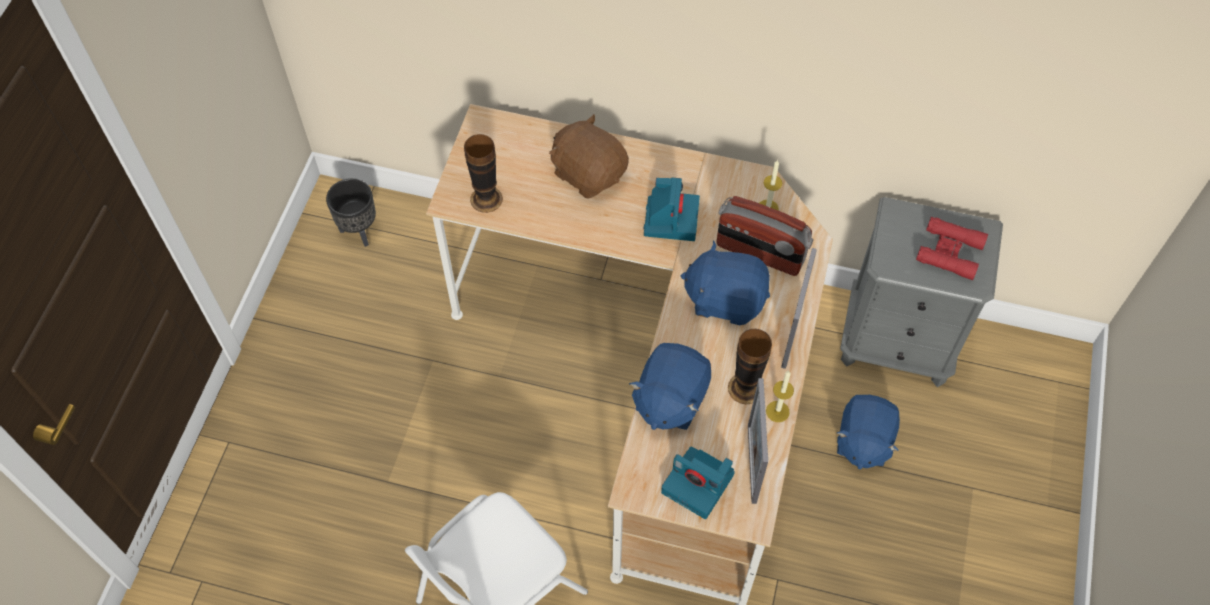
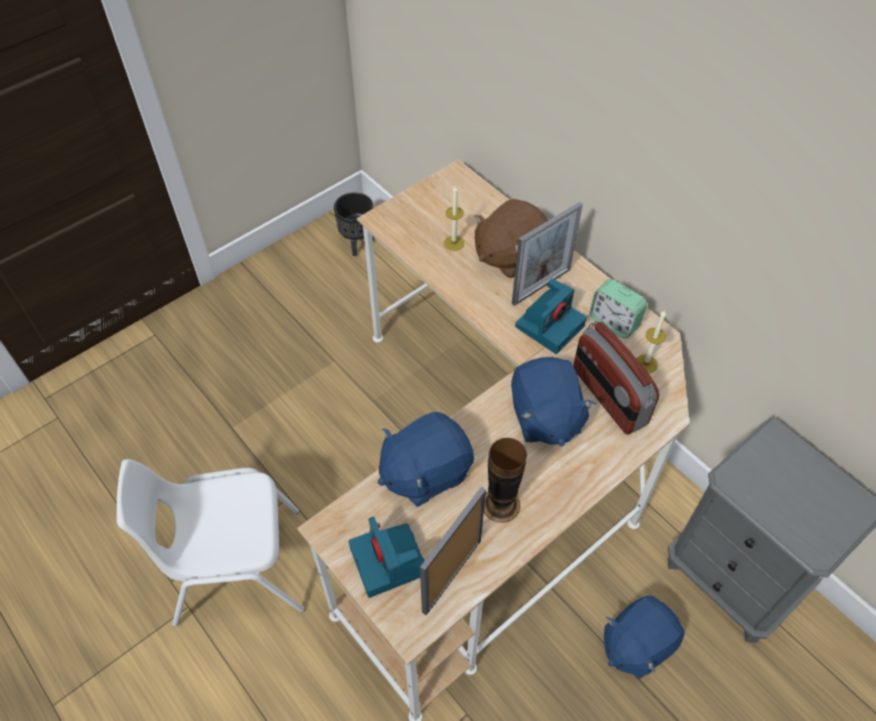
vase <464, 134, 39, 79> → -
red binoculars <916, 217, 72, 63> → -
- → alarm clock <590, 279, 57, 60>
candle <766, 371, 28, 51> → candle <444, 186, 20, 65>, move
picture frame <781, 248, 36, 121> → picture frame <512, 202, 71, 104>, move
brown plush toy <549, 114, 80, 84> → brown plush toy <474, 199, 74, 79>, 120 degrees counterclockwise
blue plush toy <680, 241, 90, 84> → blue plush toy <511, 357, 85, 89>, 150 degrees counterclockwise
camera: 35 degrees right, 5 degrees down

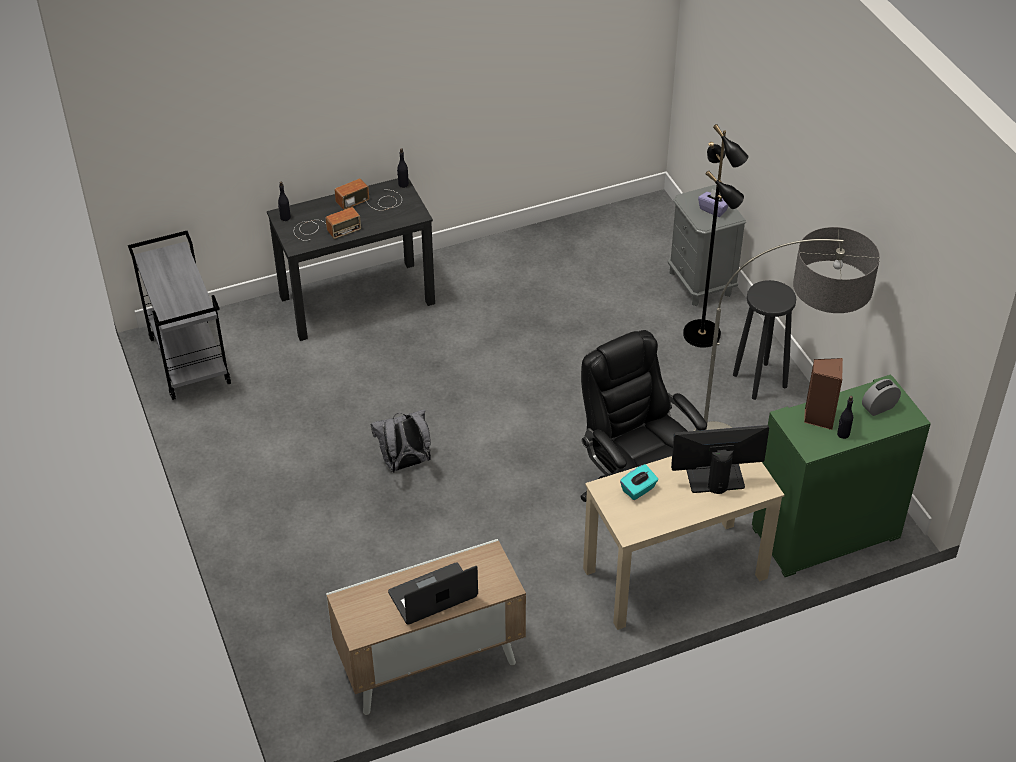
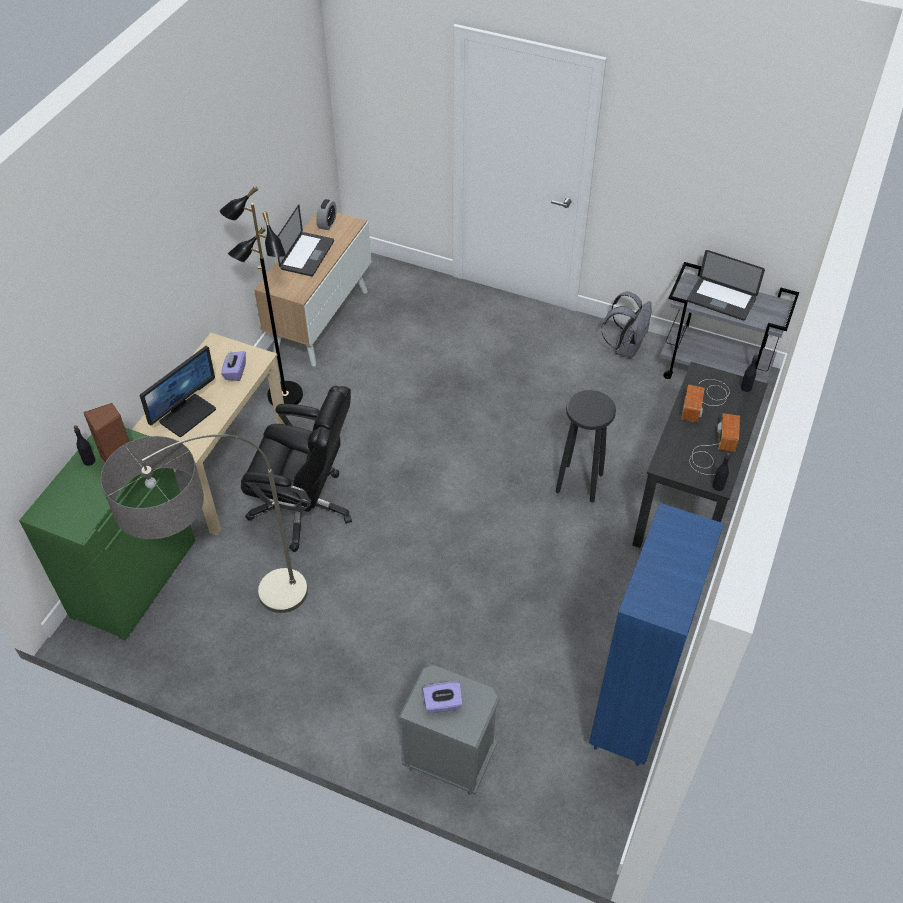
- → blue bookcase <589, 503, 135, 263>
- → laptop <687, 250, 78, 70>
grey backpack <371, 409, 60, 63> → grey backpack <601, 291, 51, 68>, move
black floor lamp <683, 124, 65, 224> → black floor lamp <220, 186, 83, 220>, move
black stool <733, 280, 63, 120> → black stool <556, 390, 60, 113>, move
alarm clock <862, 379, 39, 37> → alarm clock <316, 199, 20, 31>, move
turquoise tissue box <620, 464, 38, 36> → purple tissue box <221, 351, 25, 30>
camera: 135 degrees right, 5 degrees up

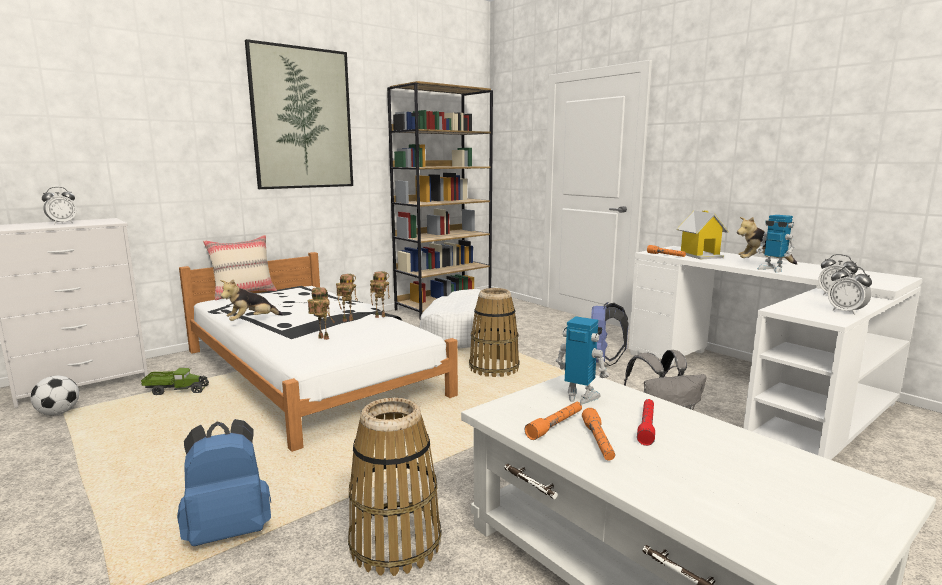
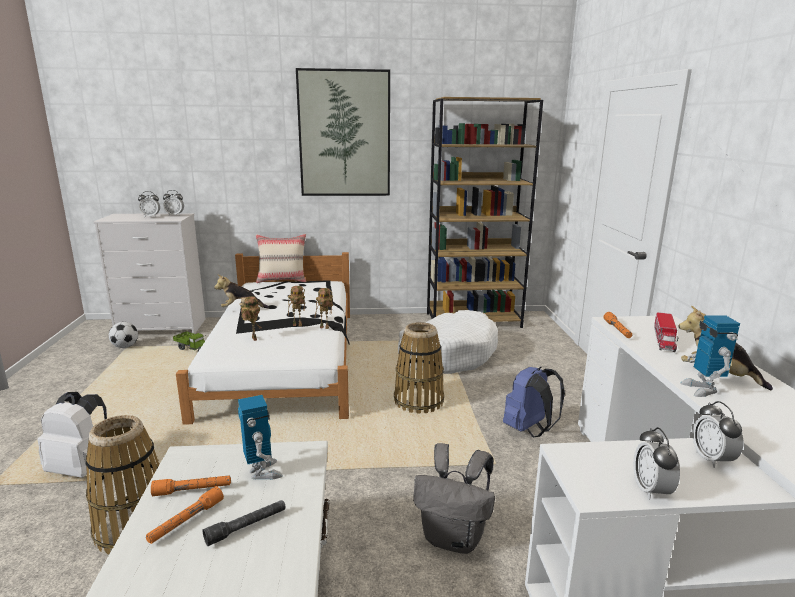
- → alarm clock <163, 190, 21, 26>
toy house <677, 211, 52, 48> → toy truck <654, 312, 25, 40>
blue backpack <177, 419, 94, 127> → white backpack <37, 392, 70, 86>
red flashlight <637, 399, 18, 47> → grey flashlight <203, 500, 83, 46>
camera: 35 degrees right, 5 degrees up

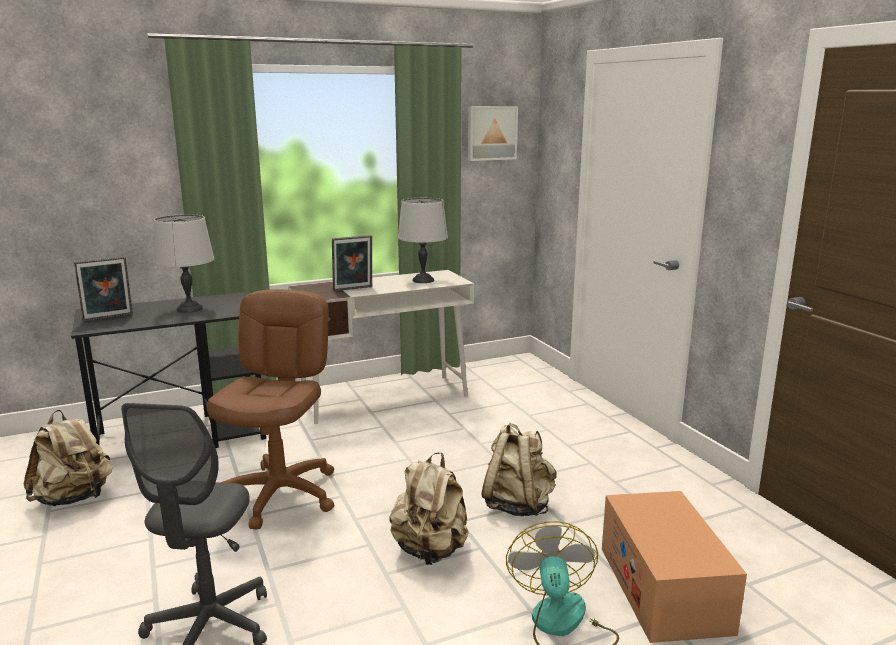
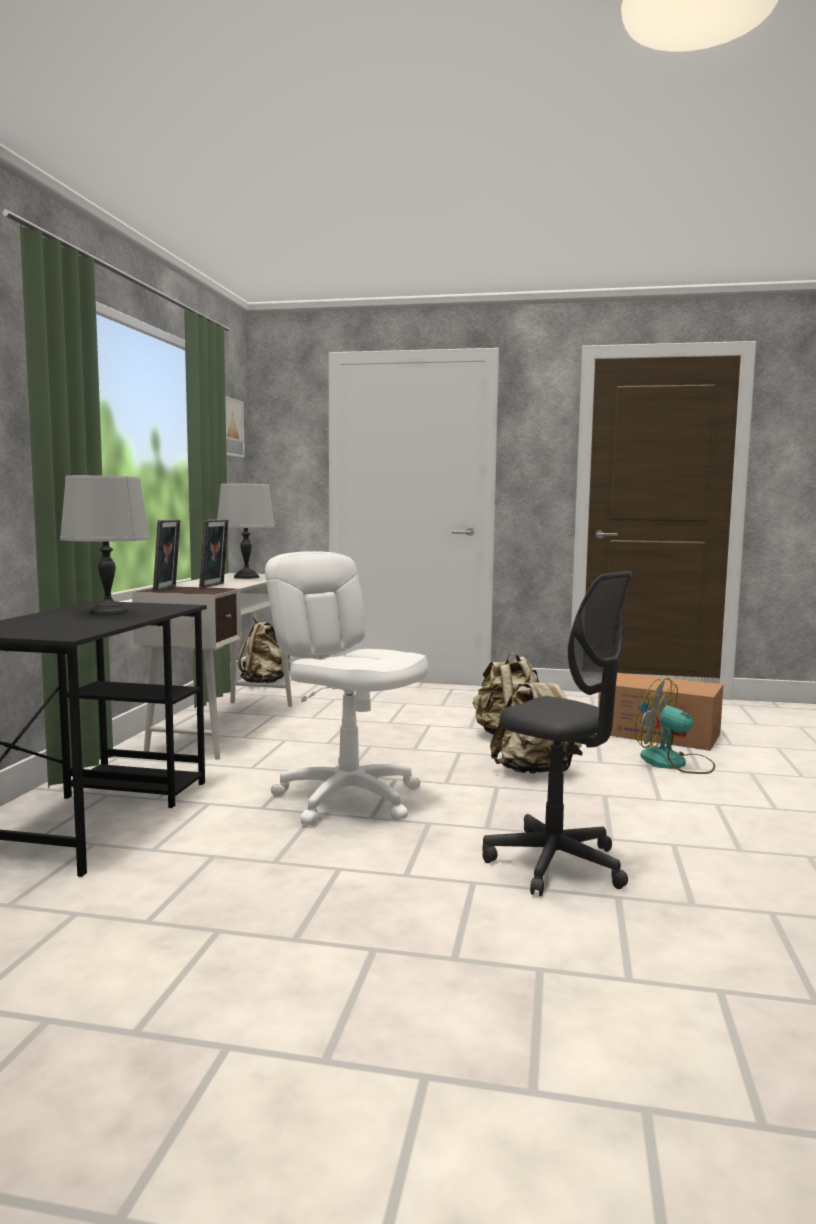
beige backpack <24, 410, 89, 96> → beige backpack <238, 615, 52, 68>, move
picture frame <74, 256, 59, 66> → picture frame <153, 519, 27, 73>, move
brown office chair <207, 289, 127, 241> → white office chair <265, 551, 164, 275>
camera: 55 degrees left, 10 degrees down

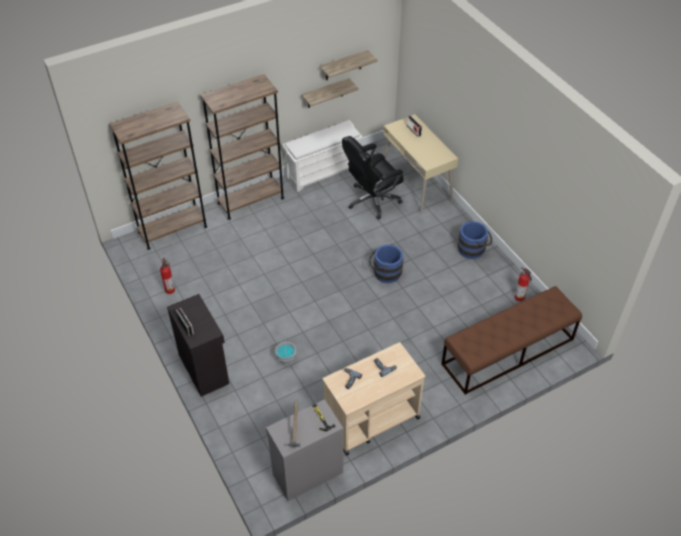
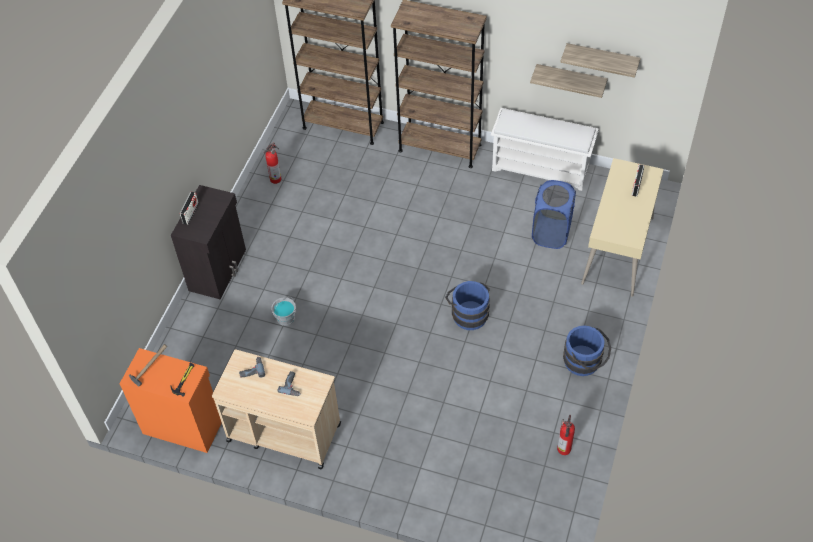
brown bench <441, 286, 141, 109> → -
black office chair <342, 136, 62, 83> → blue laundry basket <532, 180, 44, 69>
grey cabinet <266, 399, 77, 102> → orange cabinet <120, 348, 102, 105>
camera: 50 degrees right, 5 degrees up

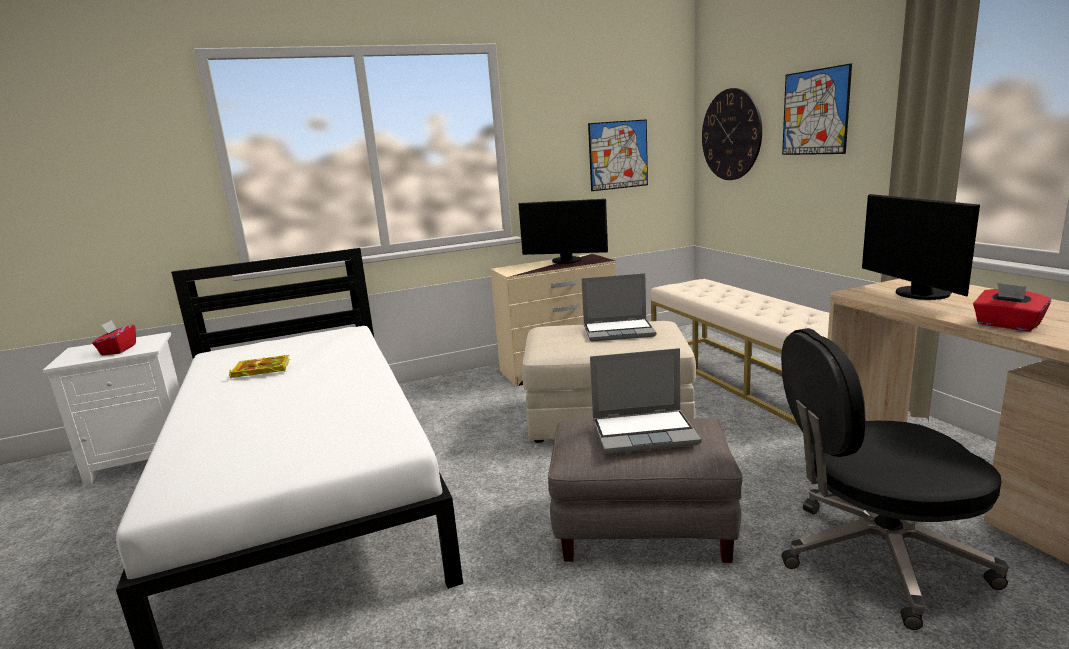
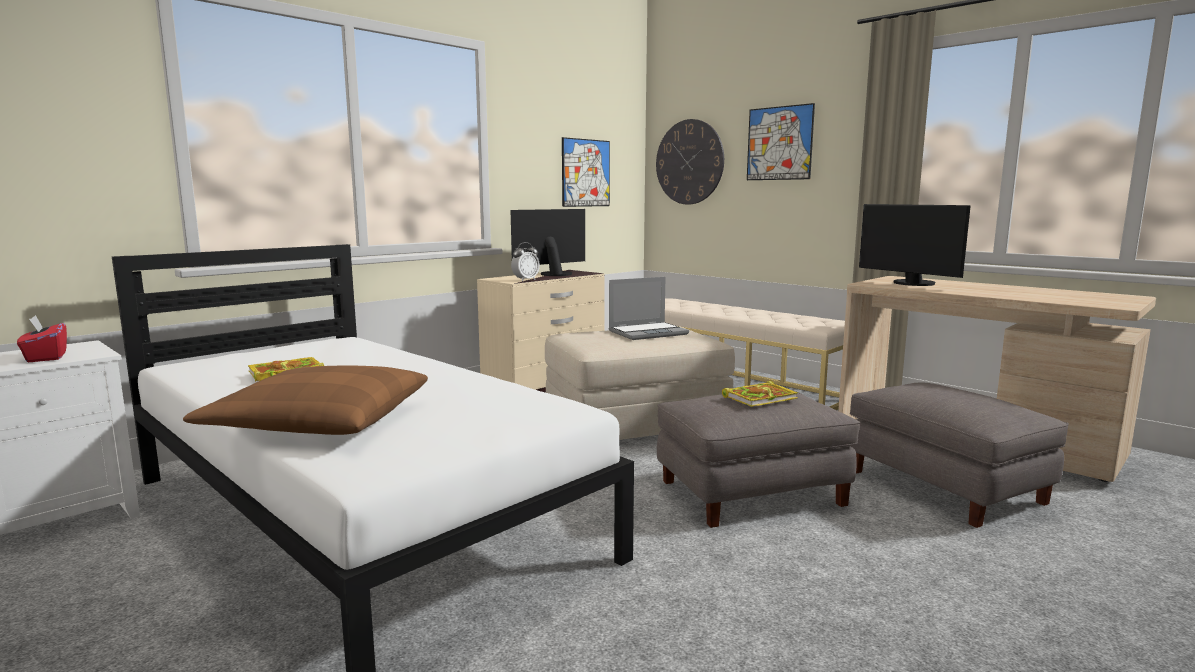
red tissue box <973, 283, 78, 48> → -
- → brown pillow <183, 365, 245, 70>
- → alarm clock <511, 242, 29, 39>
laptop <590, 348, 111, 106> → book <722, 380, 76, 27>
black office chair <781, 328, 228, 302> → grey ottoman <850, 382, 219, 146>
monitor <518, 199, 90, 65> → monitor <511, 209, 74, 67>, 150 degrees clockwise
camera: 25 degrees left, 5 degrees down

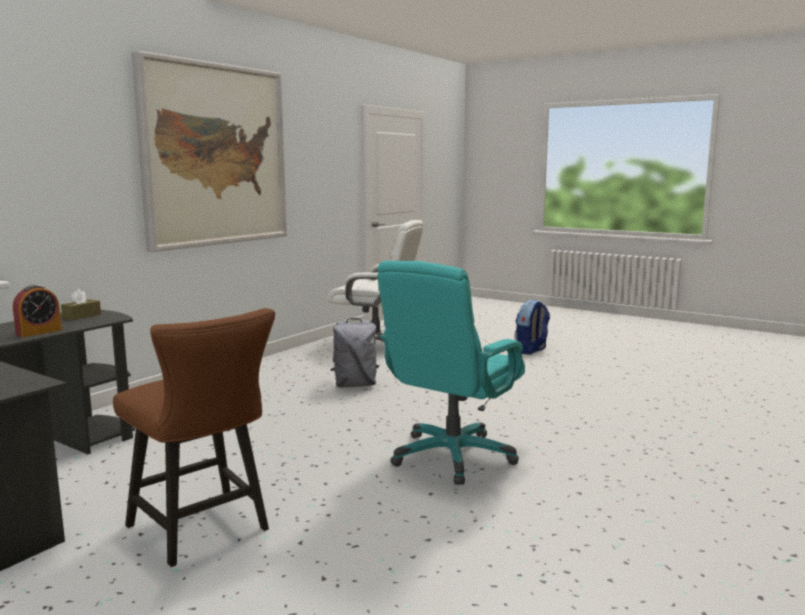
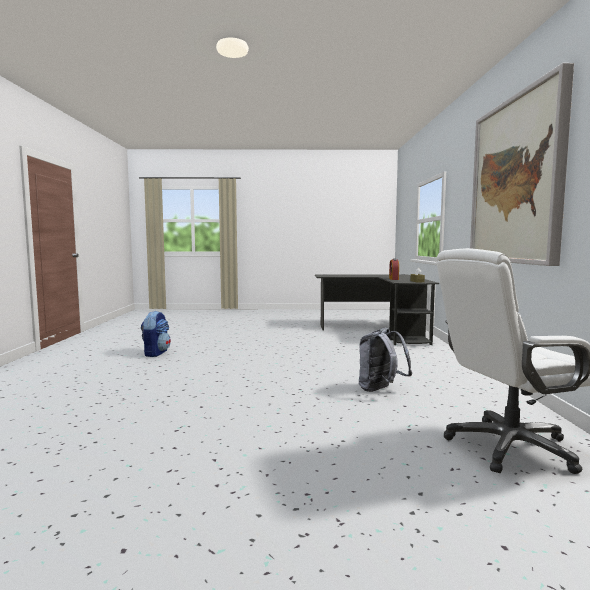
brown chair <113, 308, 162, 259> → -
turquoise office chair <377, 261, 148, 224> → -
backpack <515, 300, 35, 55> → backpack <141, 311, 30, 46>, move
camera: 145 degrees right, 5 degrees down

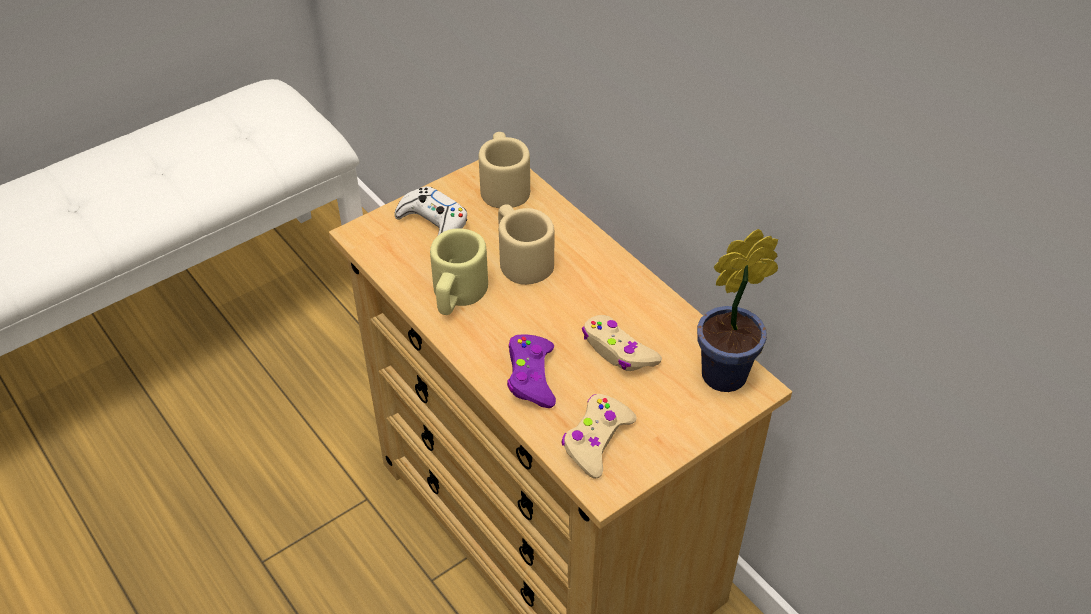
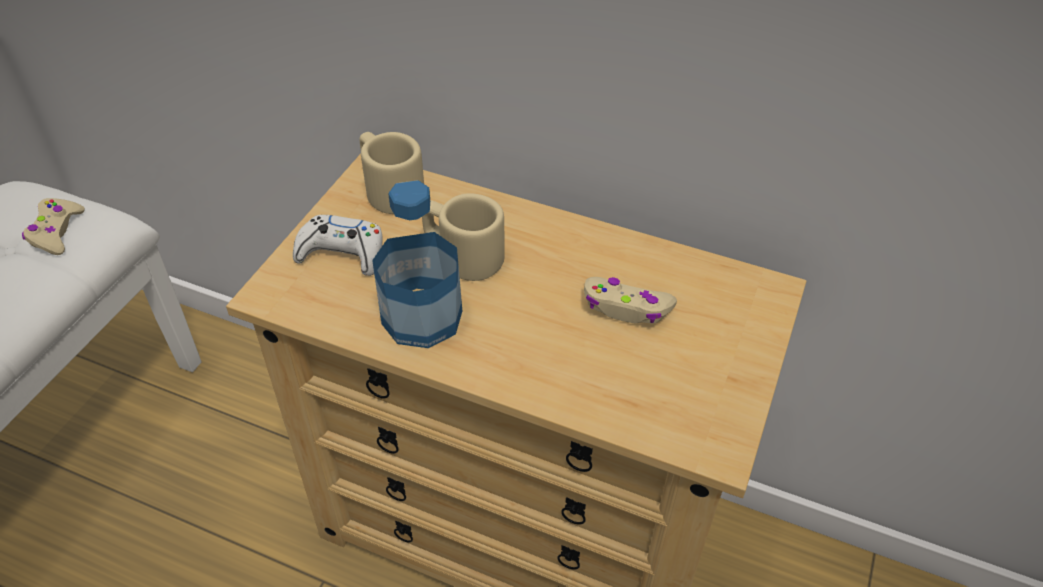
purple game controller <507, 334, 49, 74> → -
potted plant <697, 229, 81, 163> → -
beige game controller <561, 394, 76, 85> → beige game controller <22, 198, 63, 57>, move
beige mug <430, 229, 58, 86> → bottle <372, 180, 90, 168>
camera: 30 degrees left, 0 degrees up

